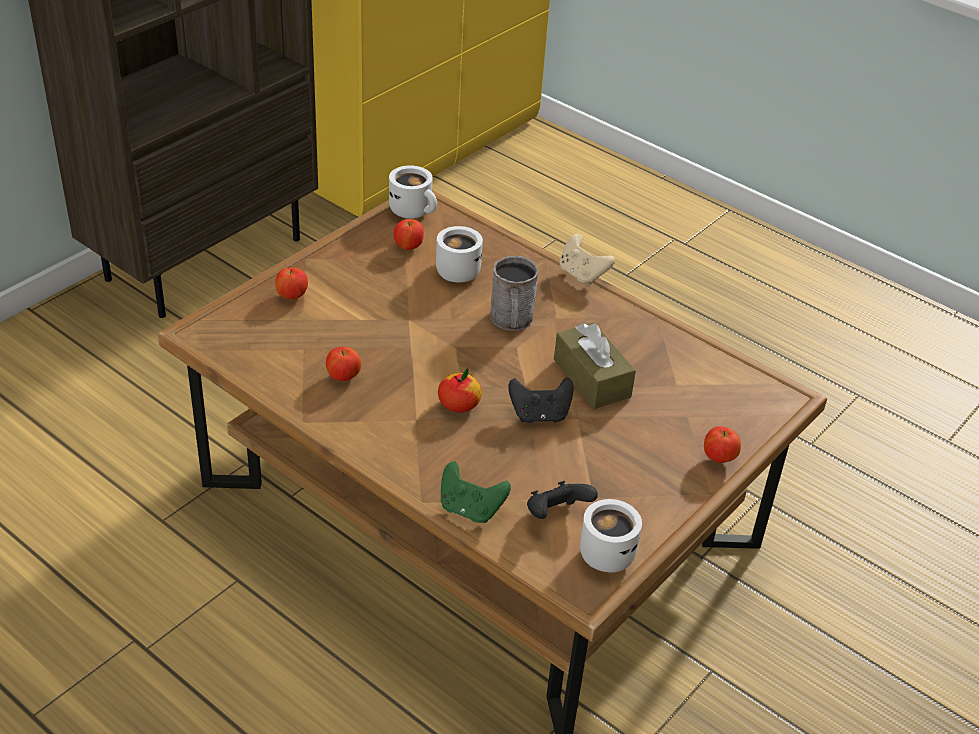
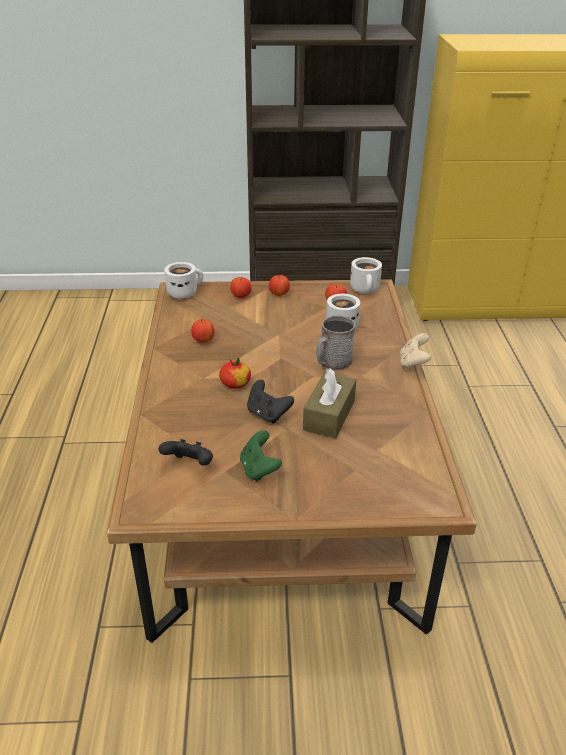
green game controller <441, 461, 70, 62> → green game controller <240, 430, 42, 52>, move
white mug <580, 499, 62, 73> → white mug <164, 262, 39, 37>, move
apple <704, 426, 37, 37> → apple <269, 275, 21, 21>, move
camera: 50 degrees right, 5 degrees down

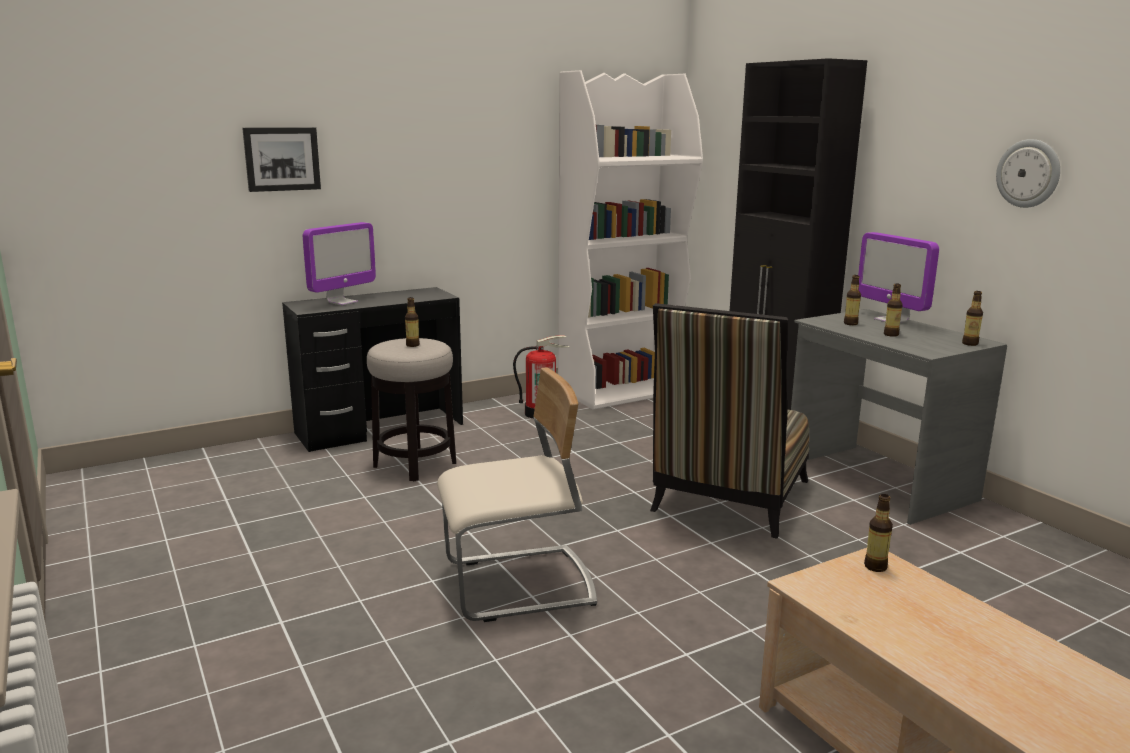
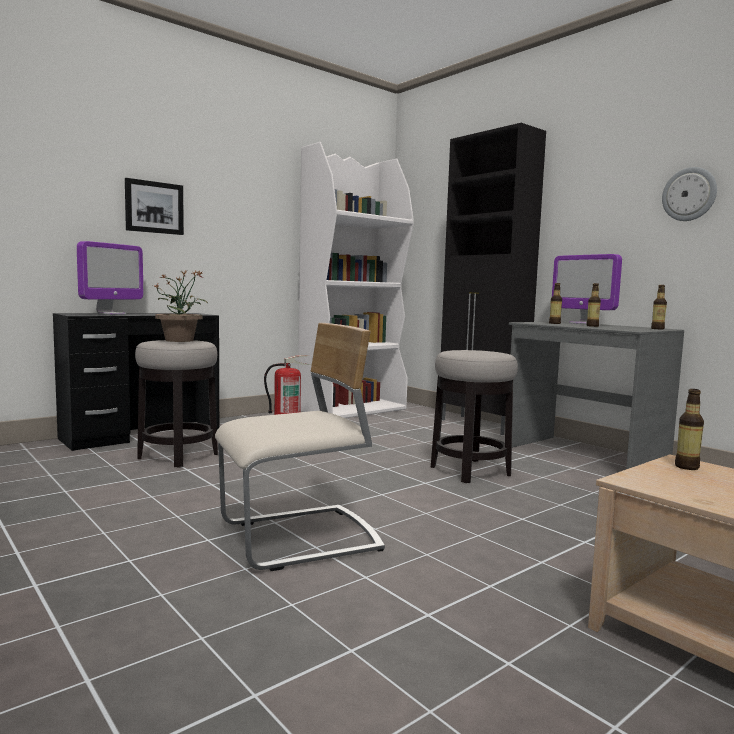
picture <242, 127, 79, 65> → picture <125, 178, 59, 57>, move
bottle <405, 297, 15, 50> → potted plant <154, 271, 54, 71>
chair <650, 303, 159, 236> → stool <431, 350, 87, 133>
camera: 10 degrees left, 10 degrees down

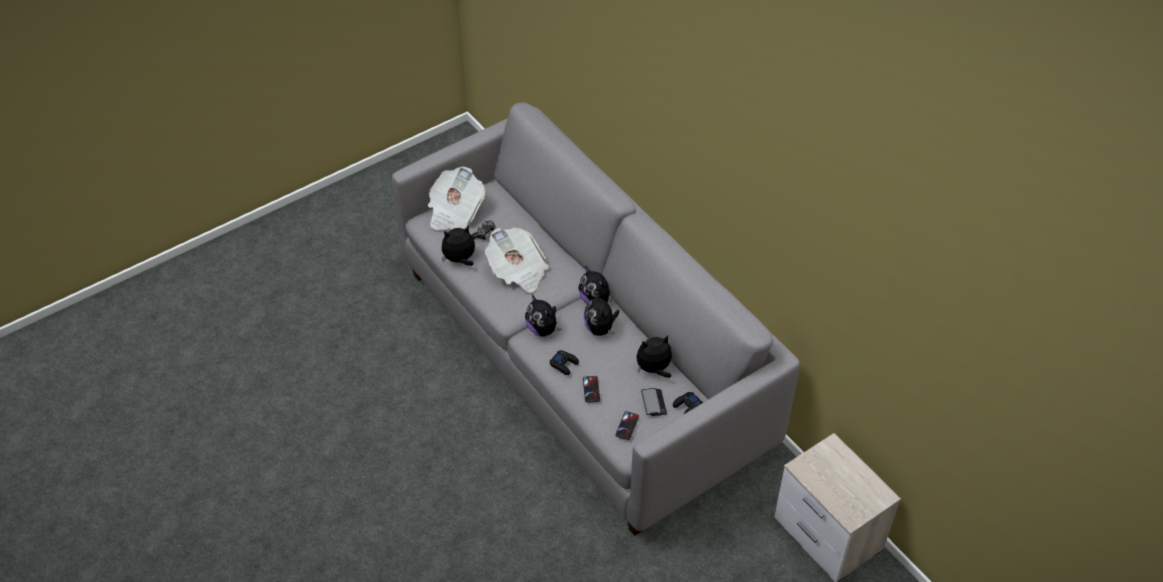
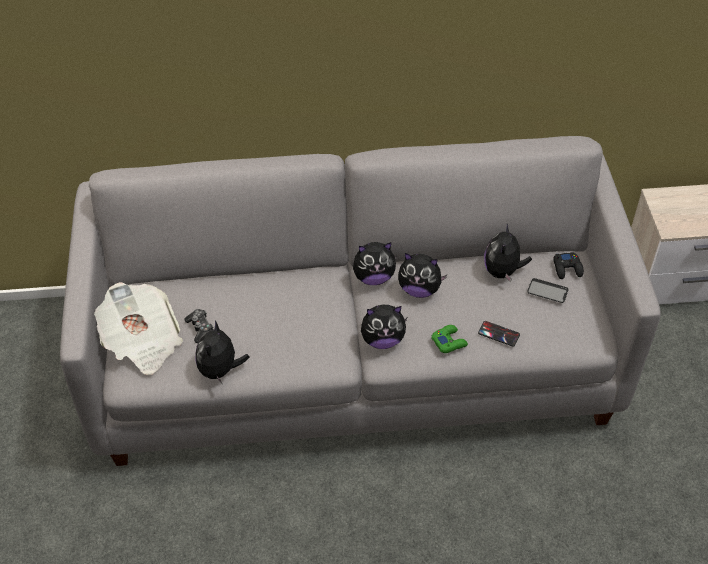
newspaper <485, 228, 64, 65> → -
phone <615, 411, 24, 29> → -
black game controller <550, 350, 29, 25> → green game controller <431, 325, 37, 28>
camera: 60 degrees left, 0 degrees up

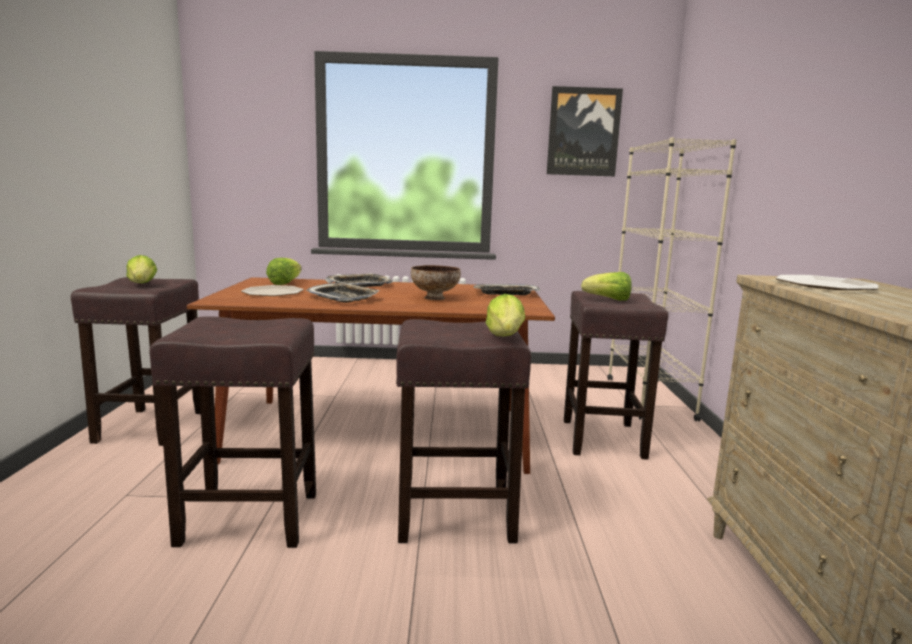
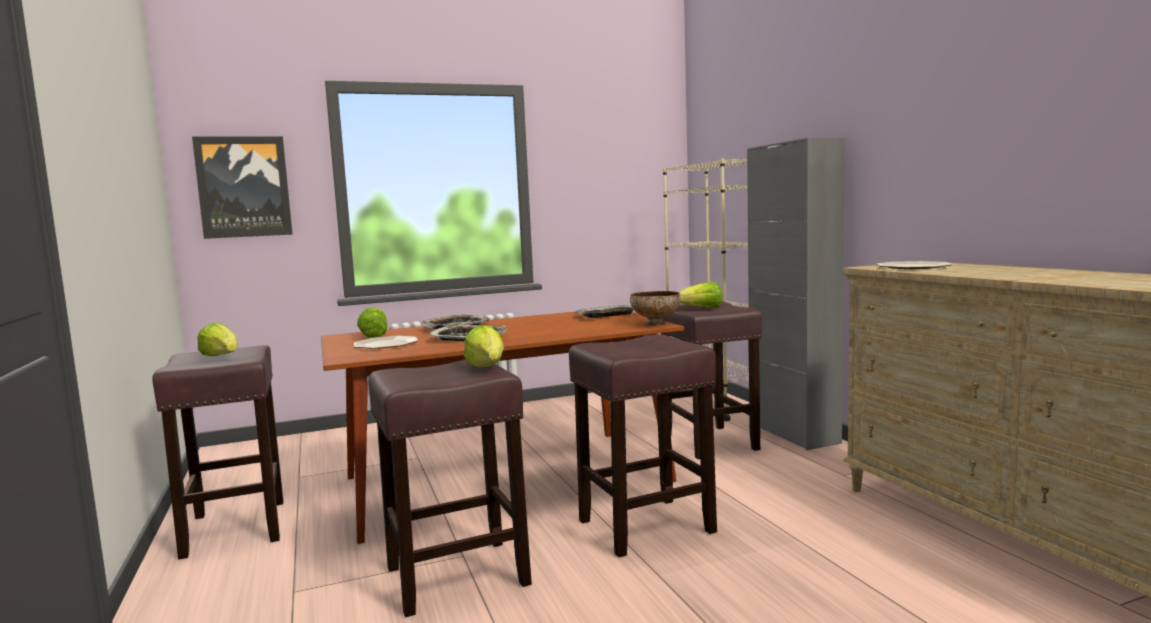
- → grey cabinet <747, 138, 98, 312>
bowl <411, 265, 50, 35> → bowl <630, 291, 50, 35>, move
lettuce <486, 294, 39, 42> → lettuce <464, 325, 40, 43>, move
picture <547, 86, 76, 90> → picture <192, 136, 100, 103>, move
camera: 20 degrees left, 5 degrees down

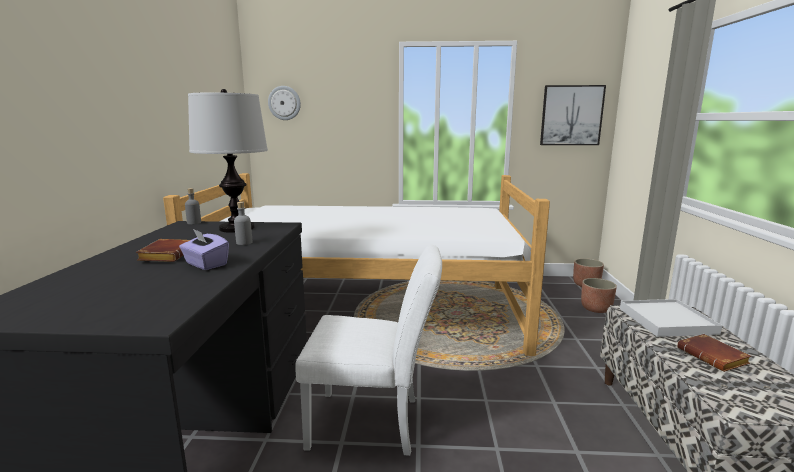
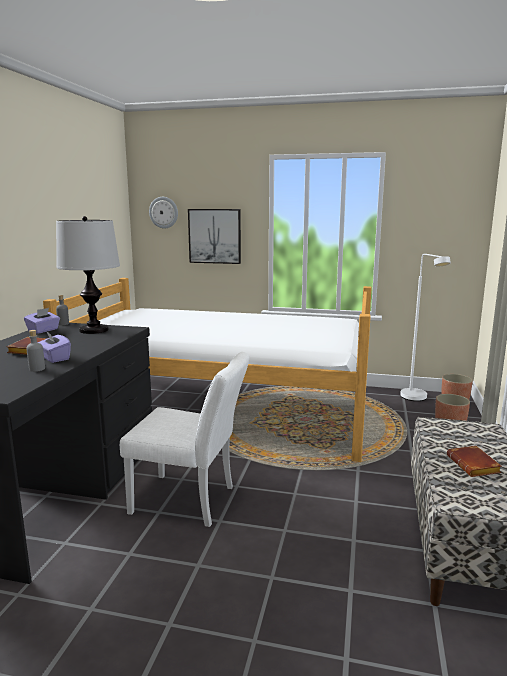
white tray <620, 299, 102, 38> → -
- → purple tissue box <24, 308, 36, 26>
- → white floor lamp <400, 254, 51, 147>
grey bottle <234, 202, 19, 43> → grey bottle <26, 330, 19, 42>, move
picture <540, 85, 66, 60> → picture <188, 209, 53, 55>, move
camera: 10 degrees right, 0 degrees up

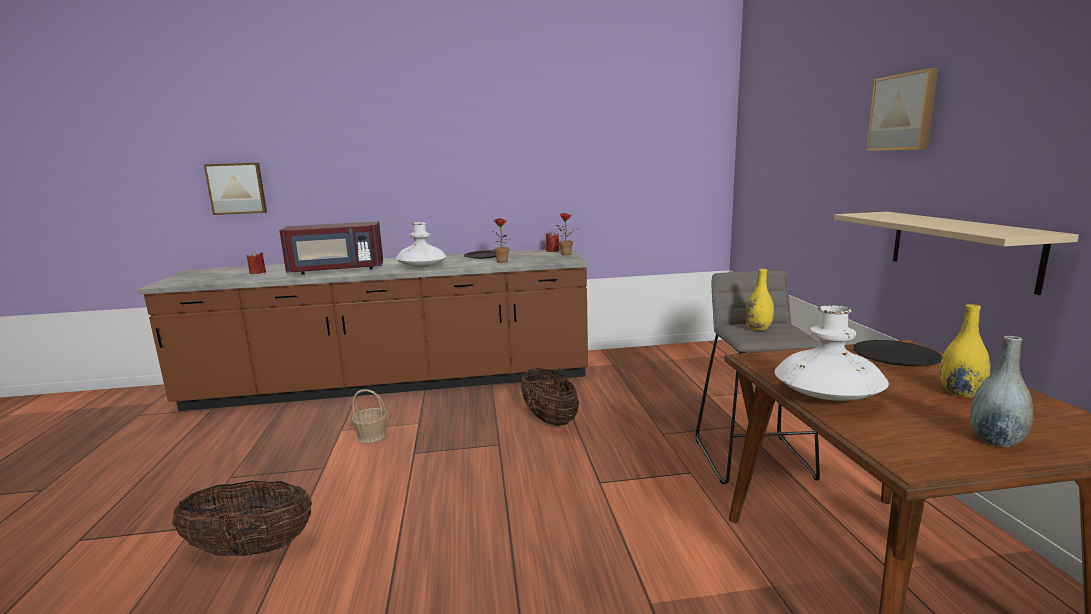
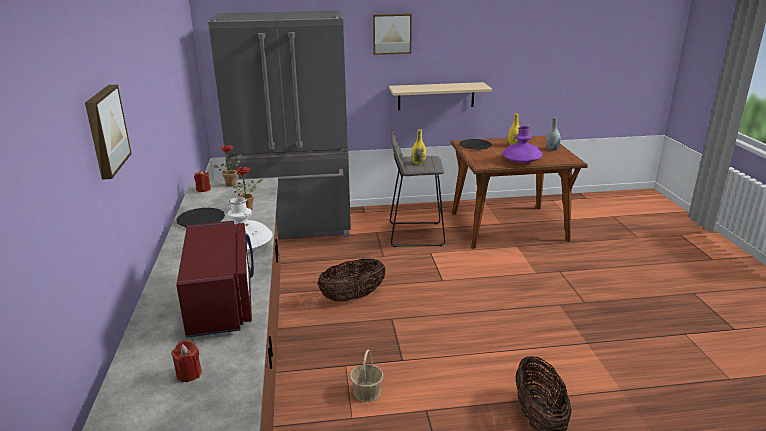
- → grey fridge <208, 11, 143, 229>
picture <204, 163, 63, 52> → picture <85, 85, 47, 95>, move
white vase <775, 305, 114, 96> → purple vase <502, 126, 41, 37>
camera: 90 degrees left, 10 degrees up

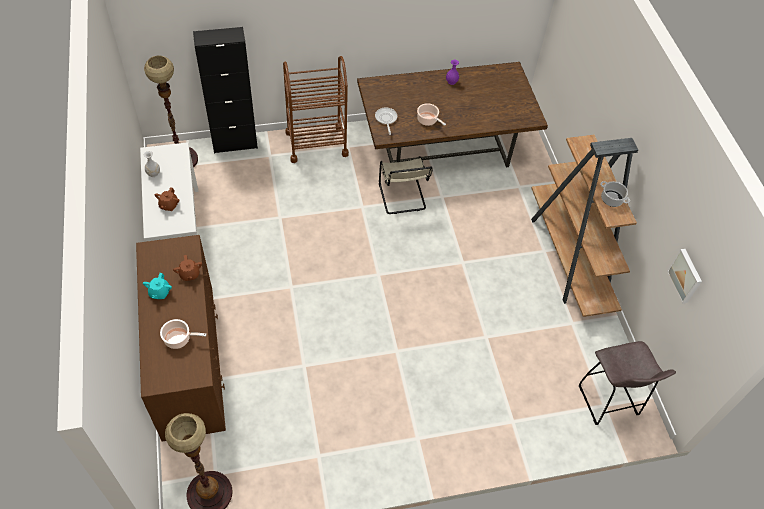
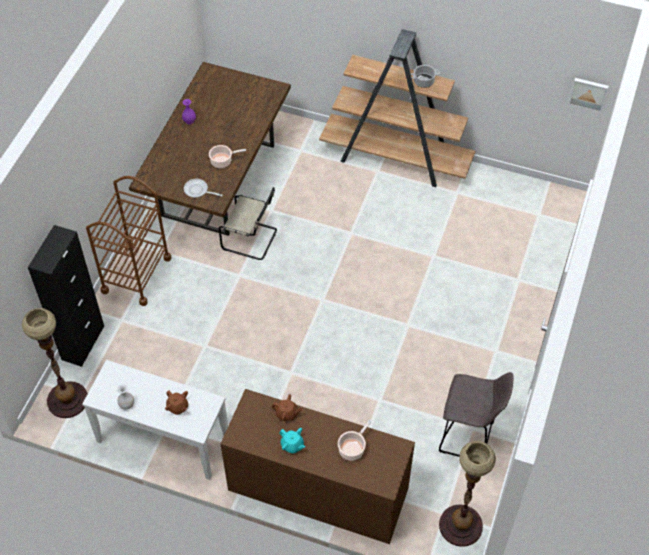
grey stool <579, 341, 97, 84> → grey stool <439, 372, 74, 85>, move
picture <667, 249, 35, 55> → picture <568, 78, 41, 34>, move
camera: 55 degrees left, 0 degrees up

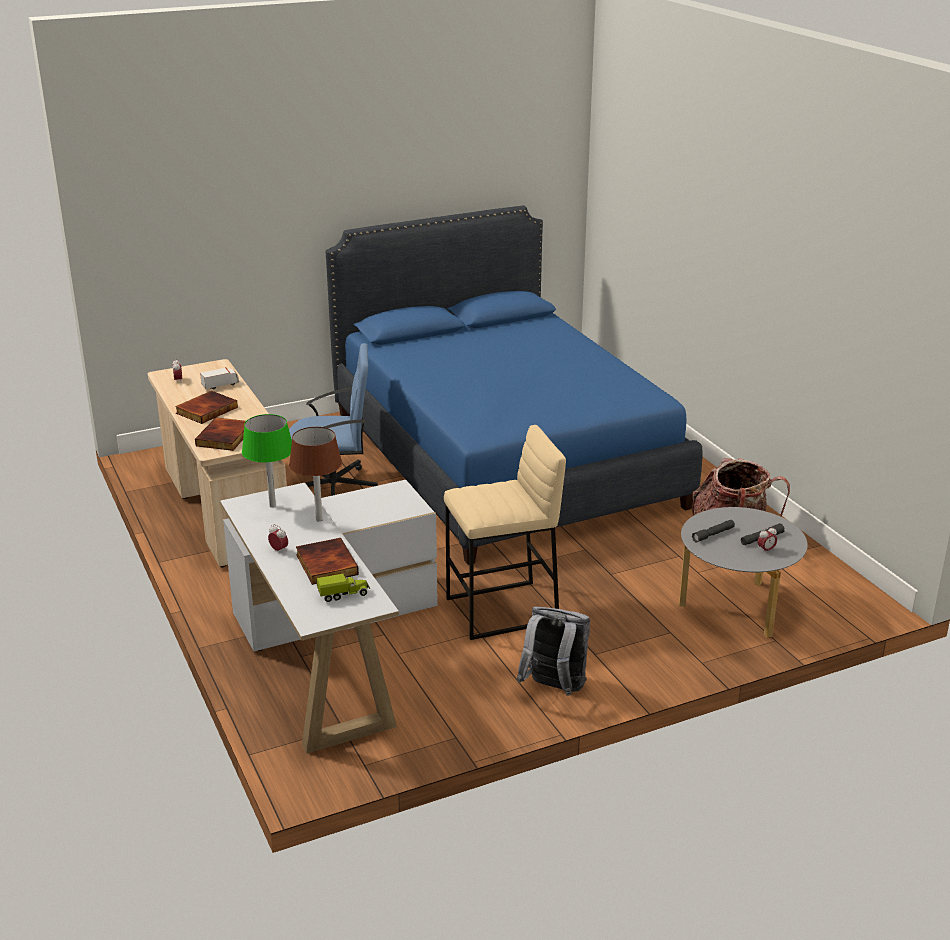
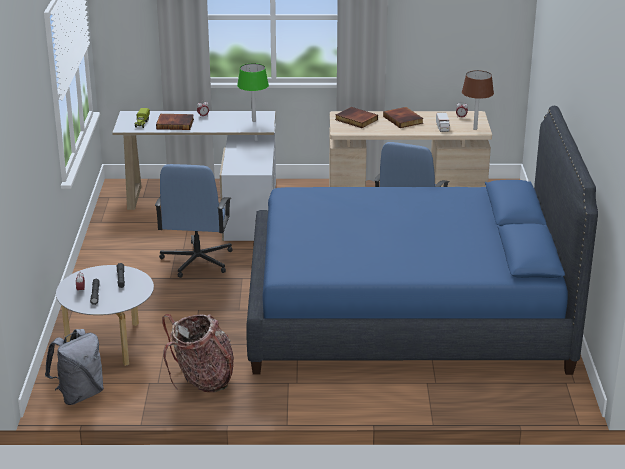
brown table lamp <289, 427, 53, 95> → brown table lamp <462, 70, 32, 60>, move
grey backpack <517, 606, 73, 90> → grey backpack <45, 329, 59, 76>, move
beige stool <444, 425, 122, 215> → blue office chair <155, 164, 77, 114>
camera: 115 degrees right, 0 degrees up

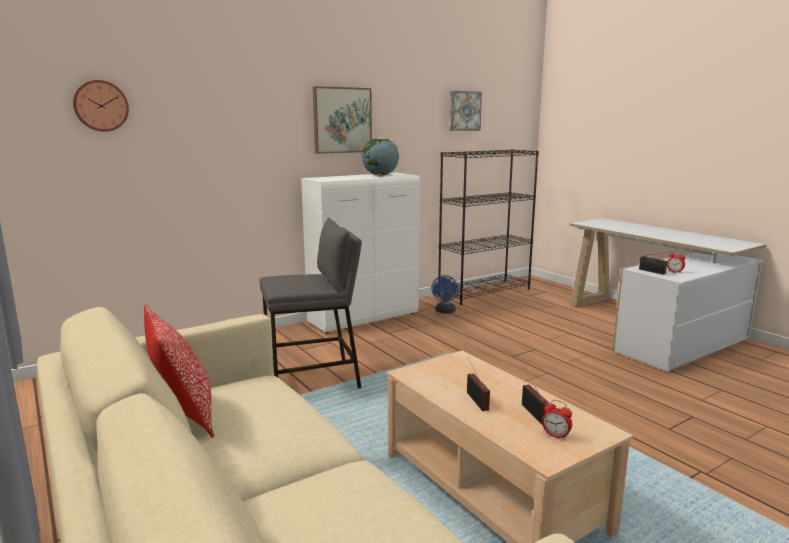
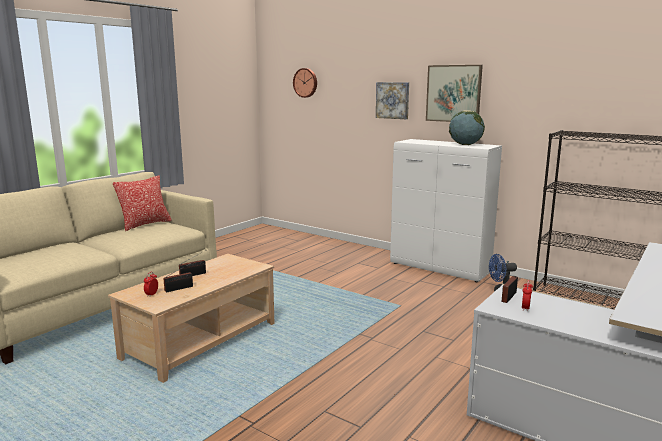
grey stool <259, 218, 103, 171> → -
picture <449, 91, 33, 40> → picture <376, 82, 33, 37>, move
camera: 70 degrees right, 0 degrees up

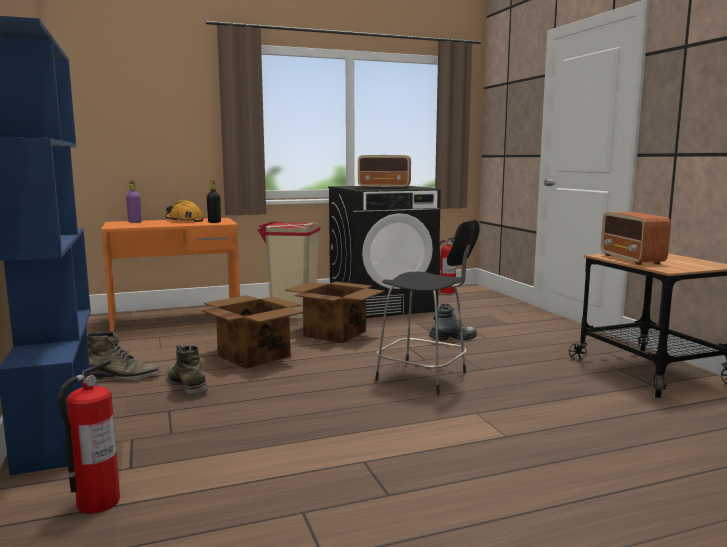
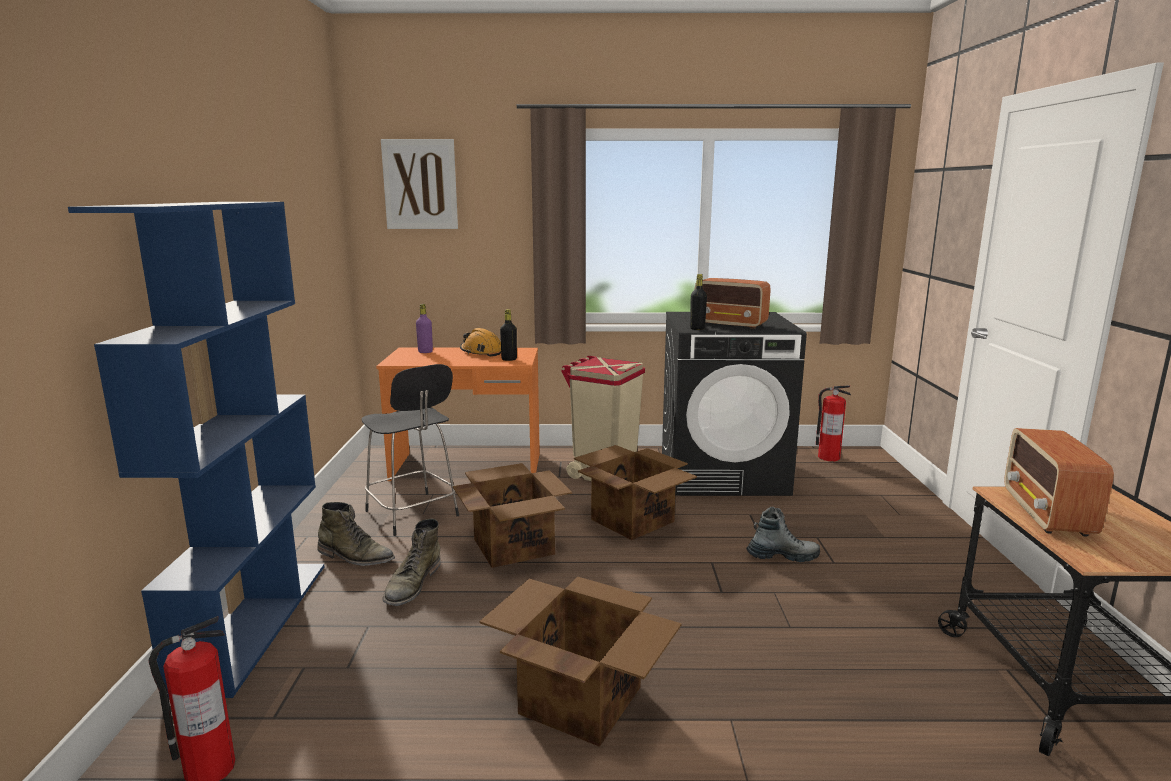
- → picture <381, 139, 77, 90>
- → cardboard box <479, 577, 203, 170>
- → black bottle <690, 274, 17, 56>
black stool <375, 220, 105, 174> → black stool <361, 364, 98, 172>, move
green boot <167, 345, 41, 50> → green boot <382, 519, 59, 87>, 150 degrees counterclockwise
camera: 20 degrees right, 5 degrees up

